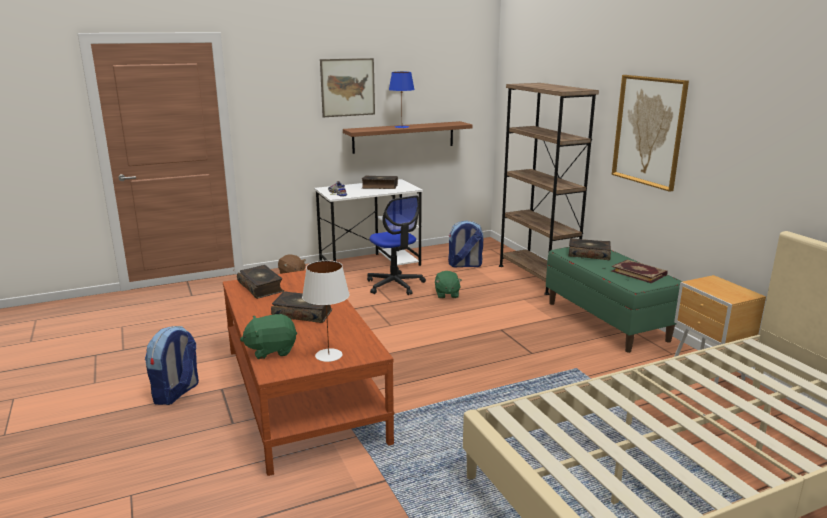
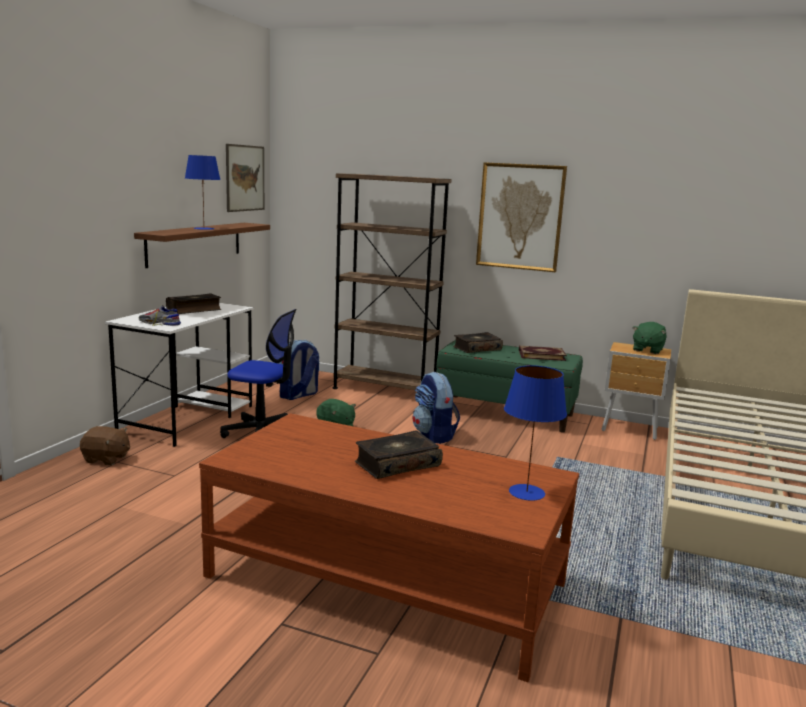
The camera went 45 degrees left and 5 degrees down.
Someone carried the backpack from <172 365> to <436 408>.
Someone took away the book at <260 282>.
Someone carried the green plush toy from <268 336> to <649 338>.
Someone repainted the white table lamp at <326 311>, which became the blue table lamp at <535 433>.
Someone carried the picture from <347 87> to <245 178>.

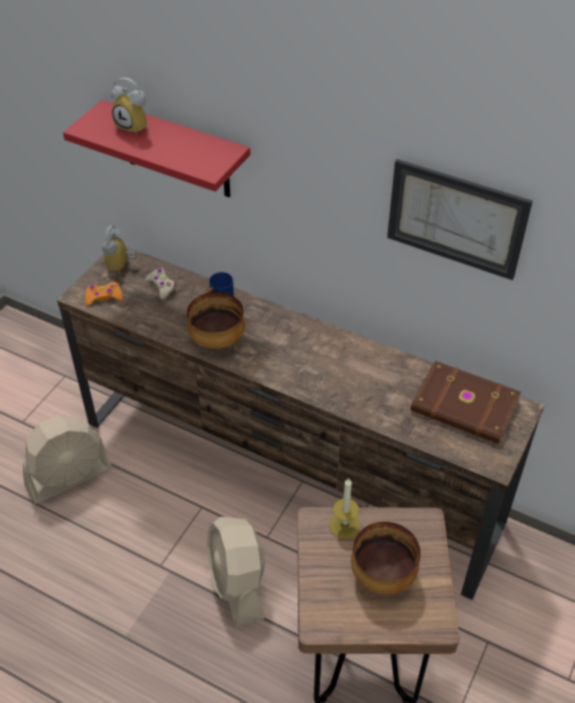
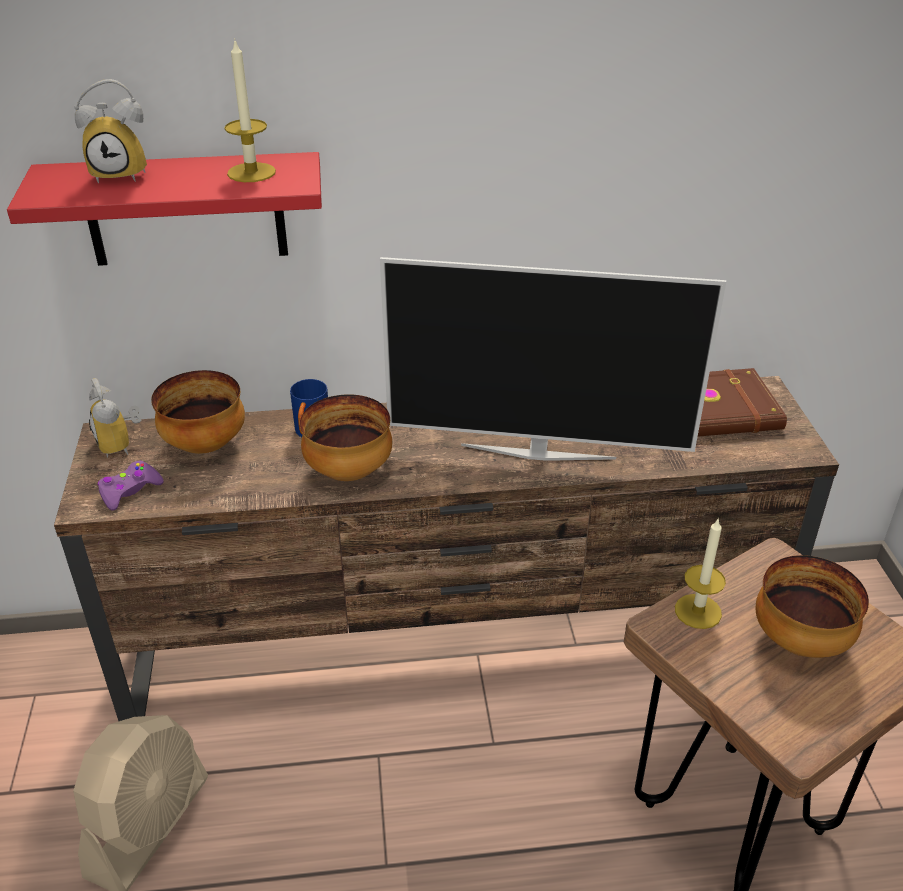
The camera went 35 degrees left and 10 degrees down.
Someone repainted the orange game controller at <104 294>, which became the purple game controller at <131 486>.
Someone swapped the beige game controller at <160 284> for the bowl at <198 412>.
Someone took away the beige fan at <236 572>.
Someone took away the picture at <460 219>.
Someone put down the candle at <250 110>.
Someone put down the television at <553 359>.

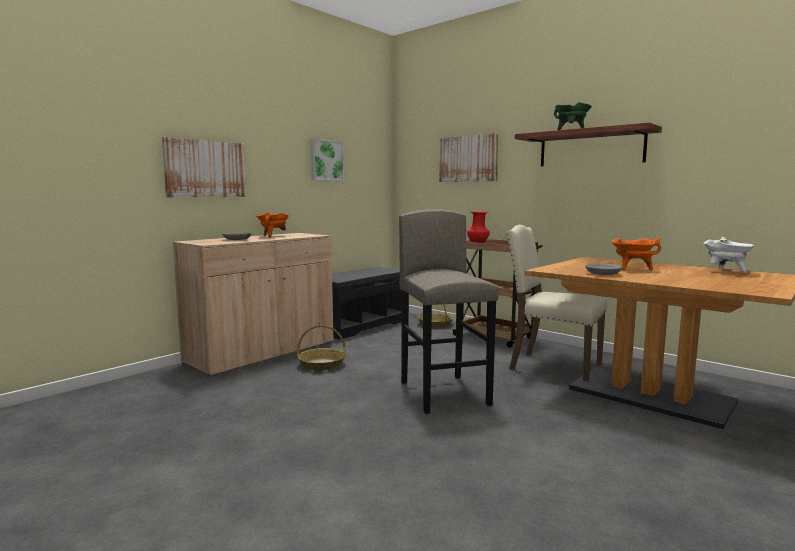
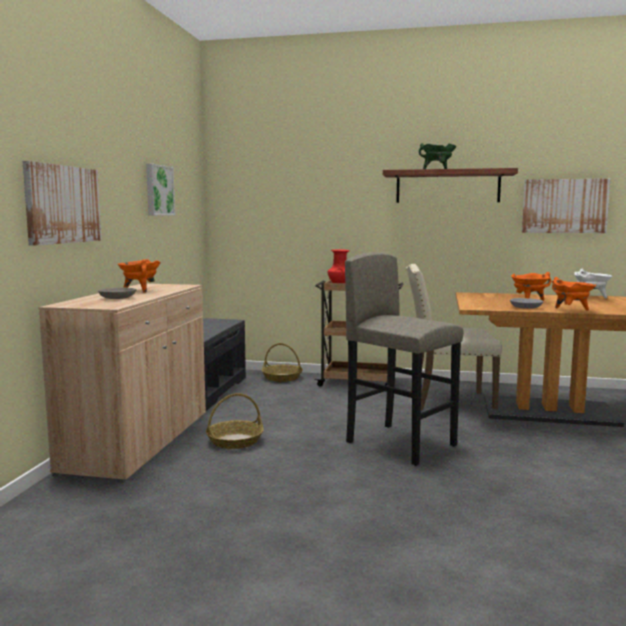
The camera went 30 degrees left and 0 degrees up.
Someone carried the picture from <469 157> to <566 206>.
Someone put down the orange cooking pot at <574 294>.

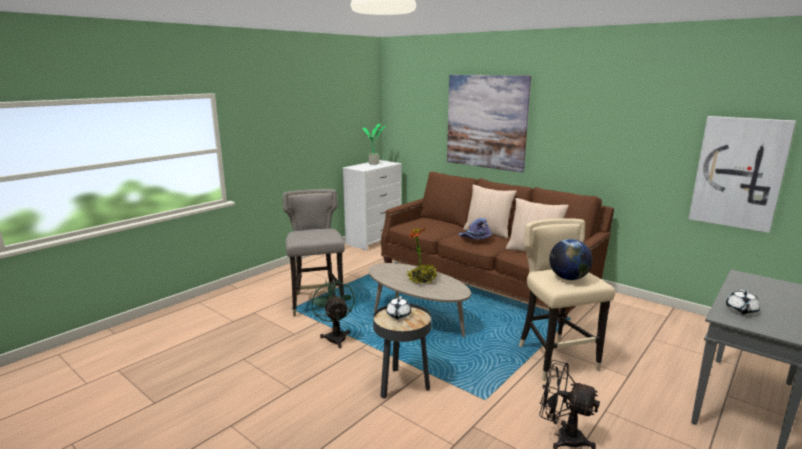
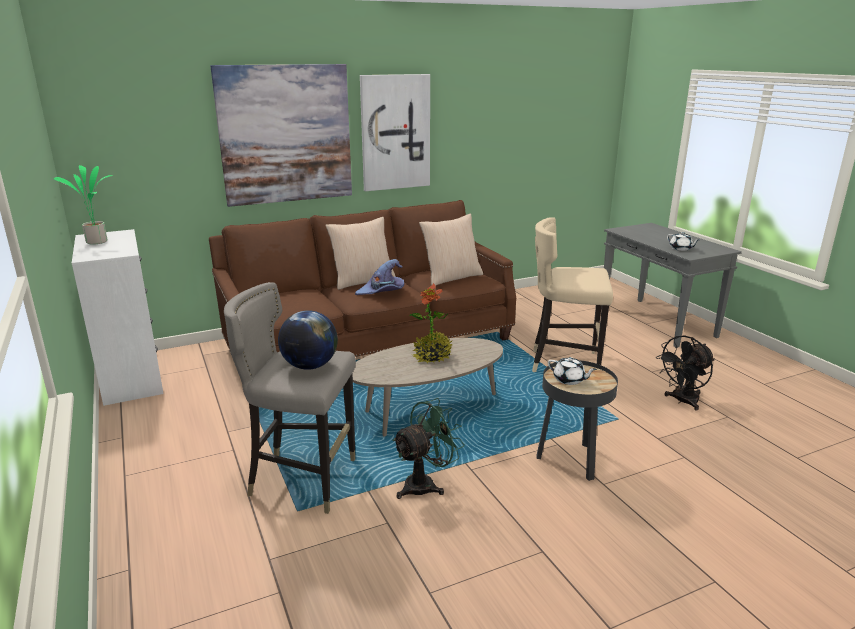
The camera went 65 degrees left and 5 degrees up.
Someone rotated the green fan at <333 313> by 135 degrees clockwise.
Someone carried the globe from <571 259> to <308 340>.
Someone carried the picture from <742 174> to <395 132>.

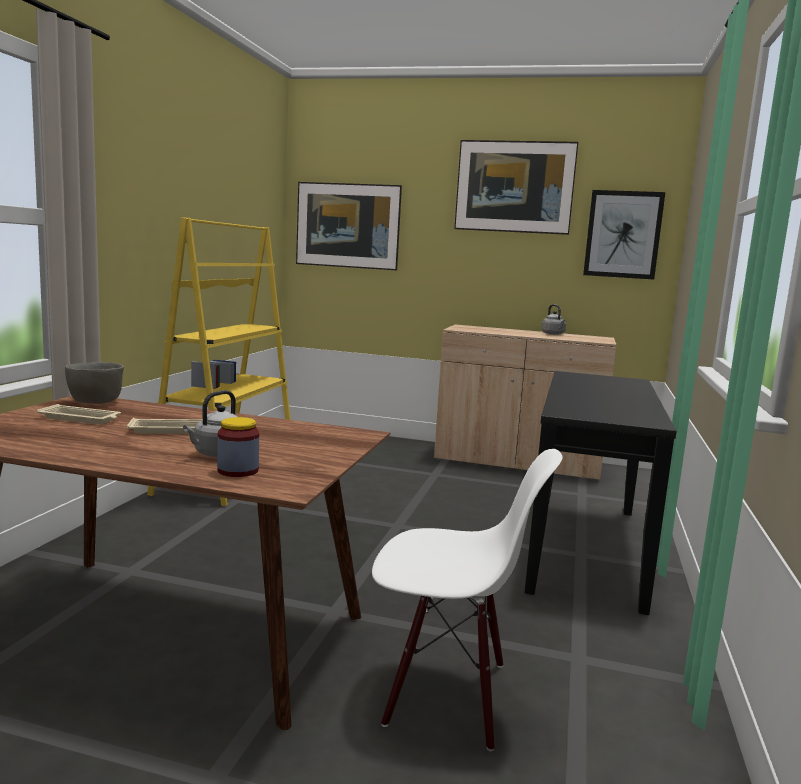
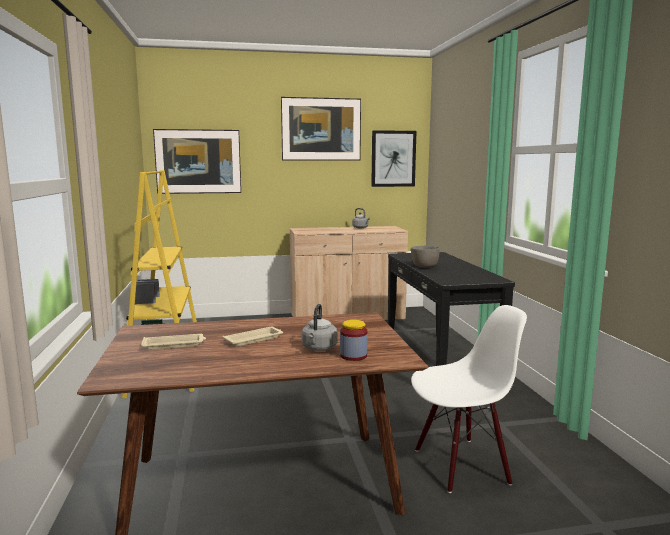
The camera went 25 degrees left and 0 degrees up.
Someone carried the grey bowl from <94 383> to <425 256>.

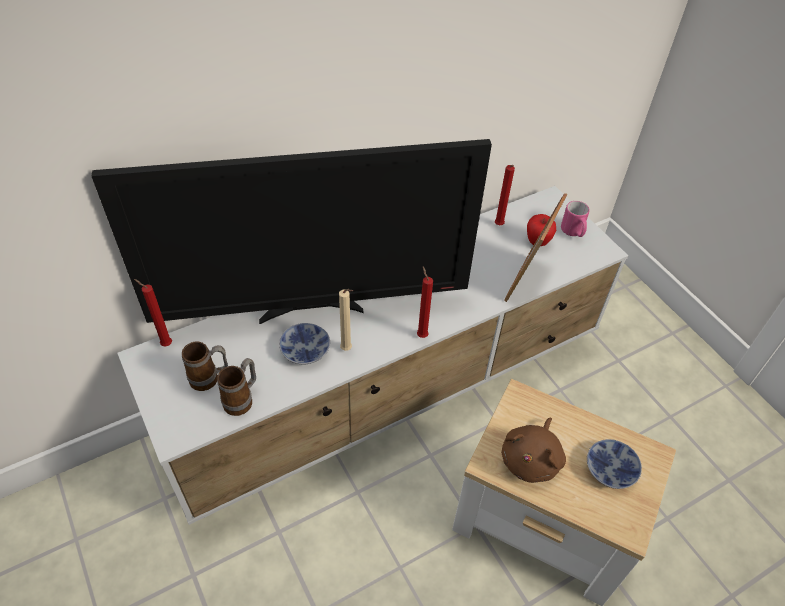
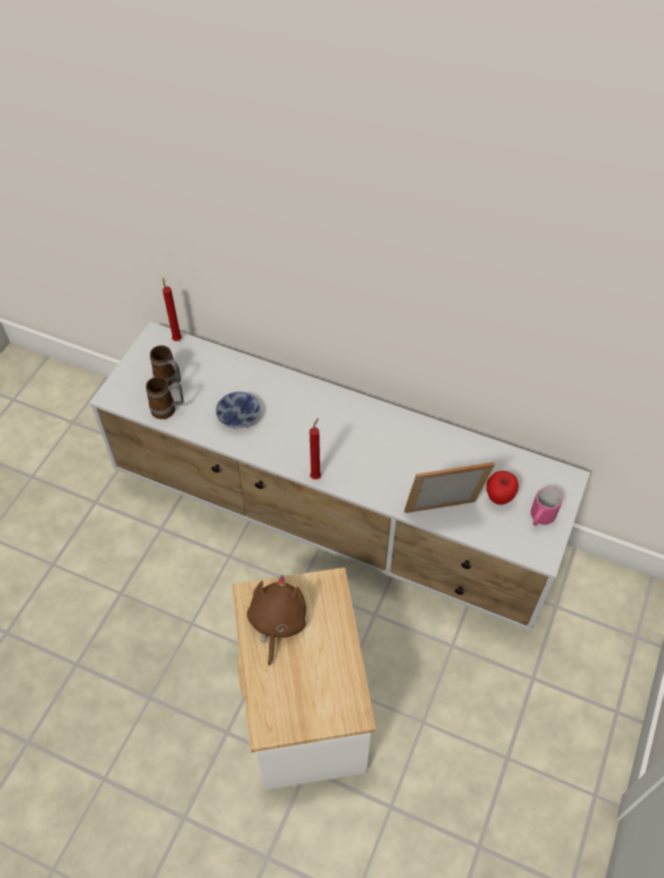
The camera went 55 degrees right and 5 degrees up.
Someone took away the television at <291 231>.
Someone took away the beige candle at <346 320>.
Someone took away the red candle at <505 195>.
Someone rotated the brown plush toy at <533 450> by 105 degrees clockwise.
Someone took away the bowl at <614 464>.

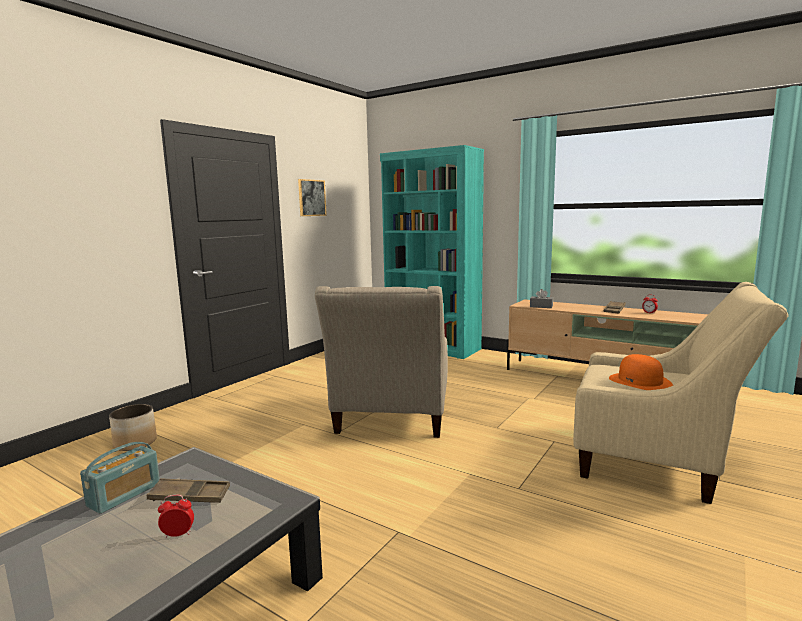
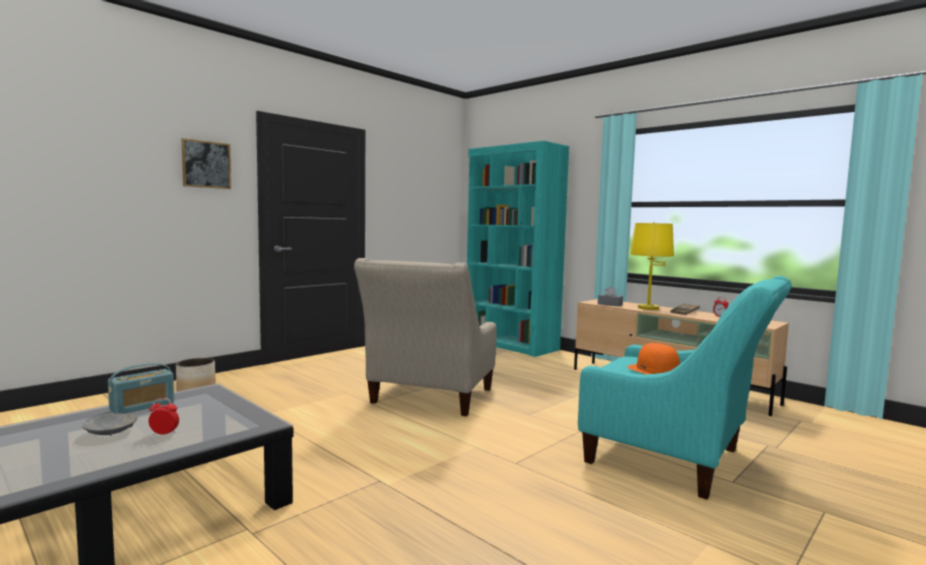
The camera went 10 degrees right and 5 degrees down.
Someone took away the brown tray at <188 490>.
Someone carried the picture from <312 197> to <206 163>.
Someone repainted the beige armchair at <681 393>, which became the turquoise armchair at <685 387>.
Someone put down the grey bowl at <109 424>.
Someone put down the yellow table lamp at <652 266>.

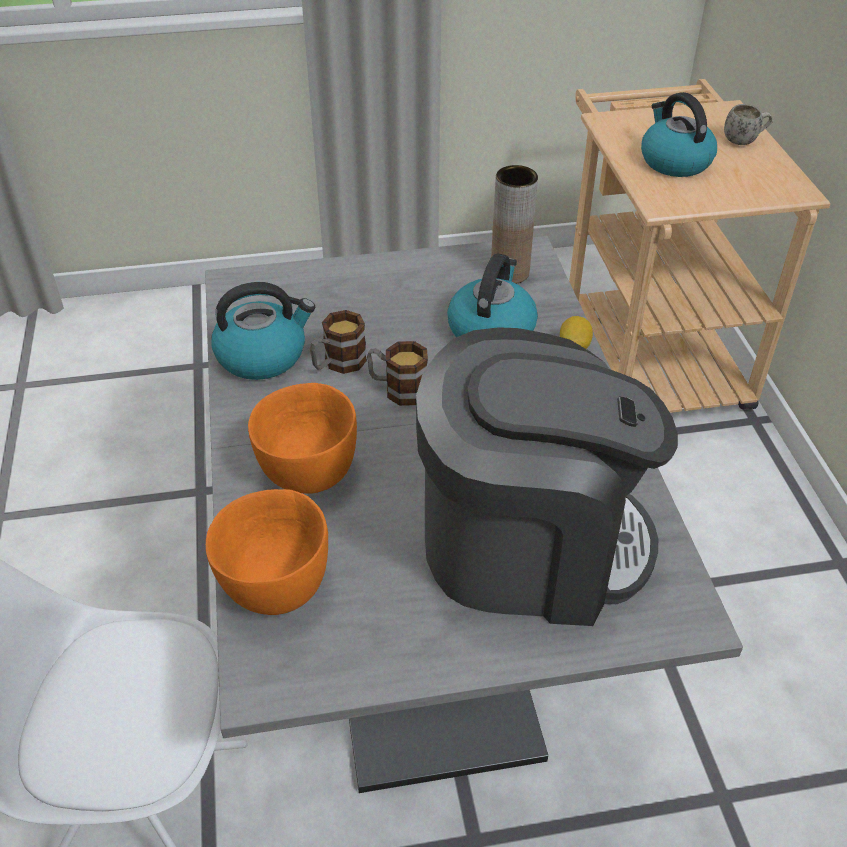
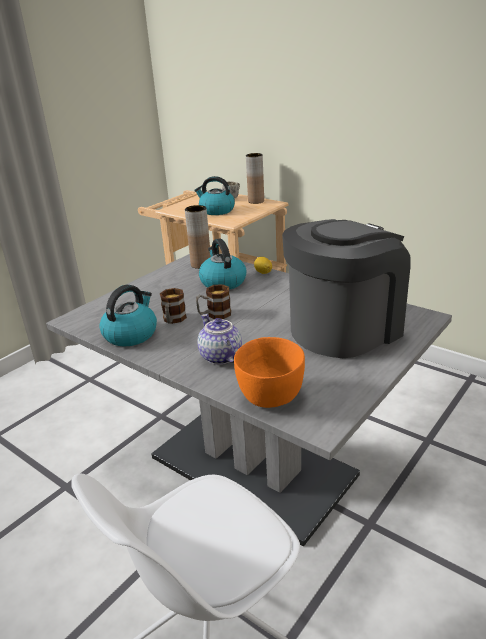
The camera went 40 degrees left and 15 degrees down.
Someone swapped the orange bowl at <302 438> for the teapot at <219 339>.
Someone put down the brown vase at <255 178>.

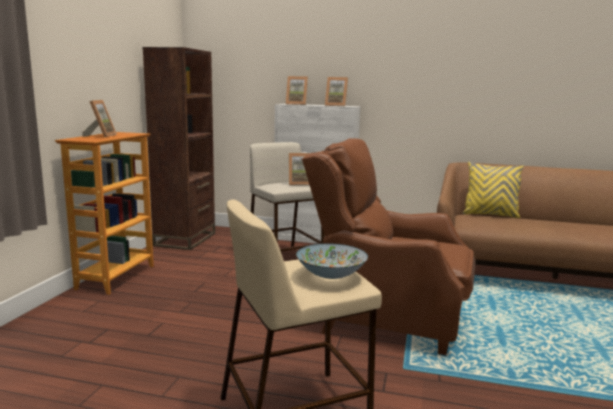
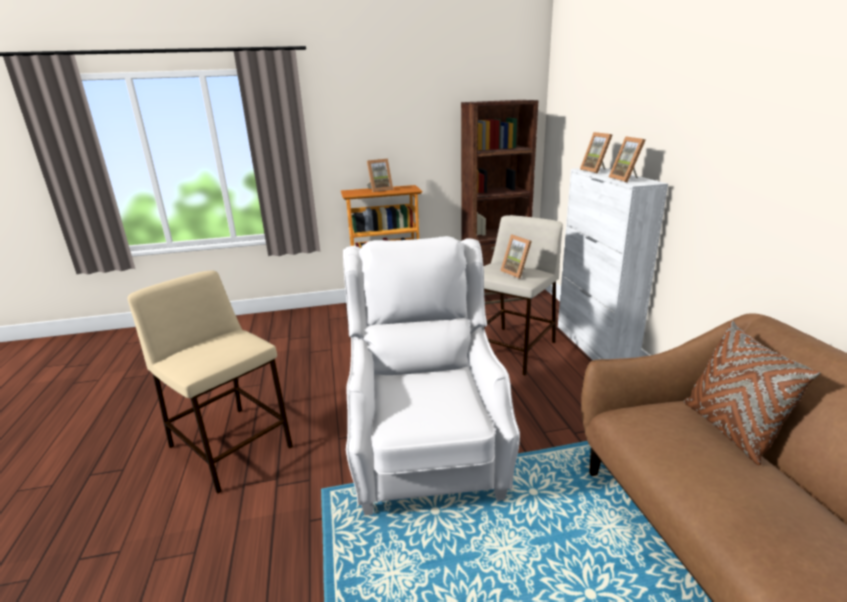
The camera went 65 degrees right and 10 degrees up.
Someone took away the bowl at <332 261>.
Someone repainted the brown armchair at <389 246>, which became the white armchair at <431 375>.
Someone repainted the yellow pillow at <493 190>, which became the brown pillow at <752 393>.

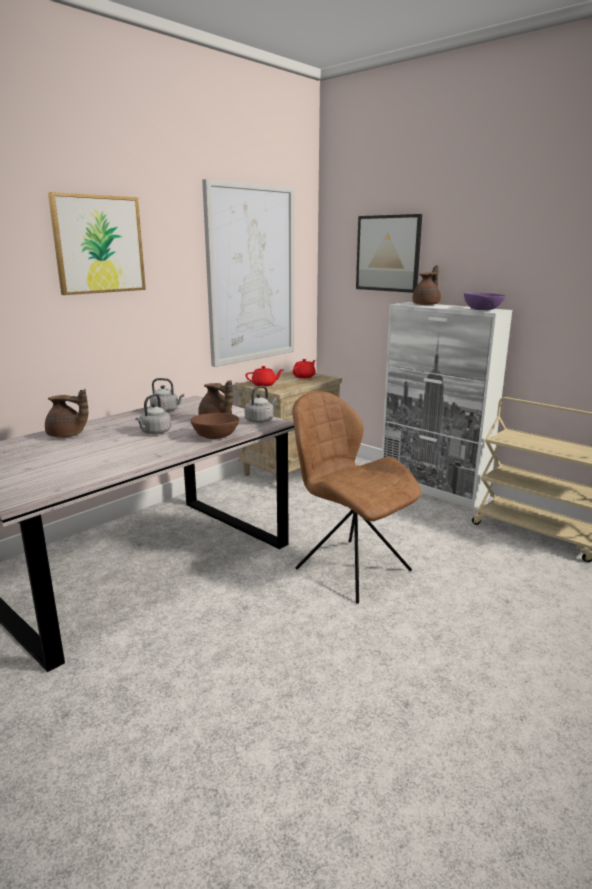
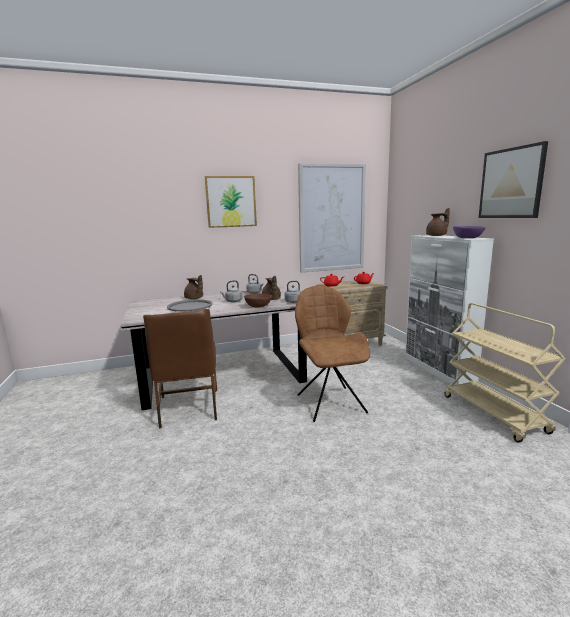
The camera went 30 degrees right and 5 degrees down.
Someone carried the picture from <389 253> to <513 179>.
Someone put down the brown chair at <180 368>.
Someone put down the grey tray at <190 305>.

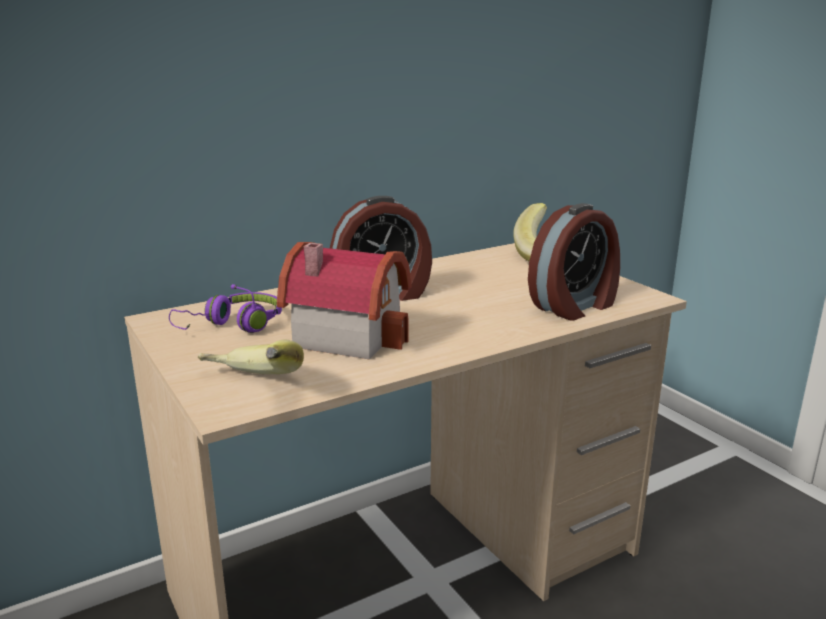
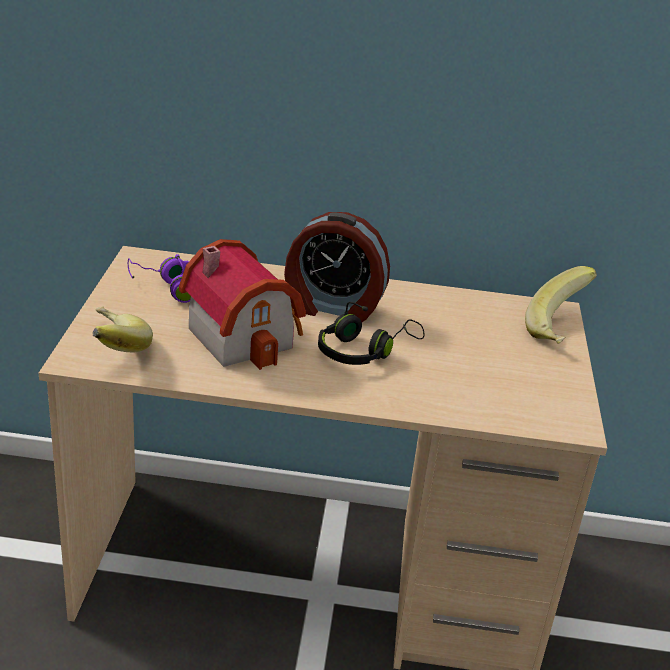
The camera went 35 degrees right and 10 degrees up.
Someone took away the alarm clock at <574 262>.
Someone put down the black headphones at <371 333>.

